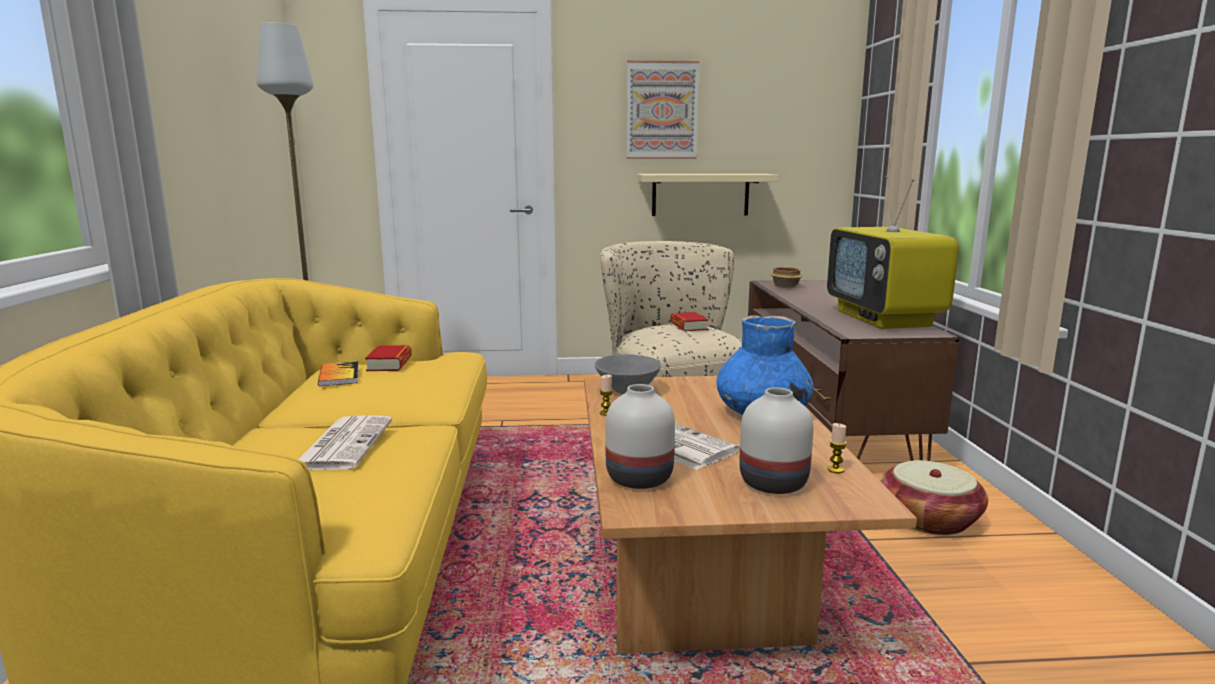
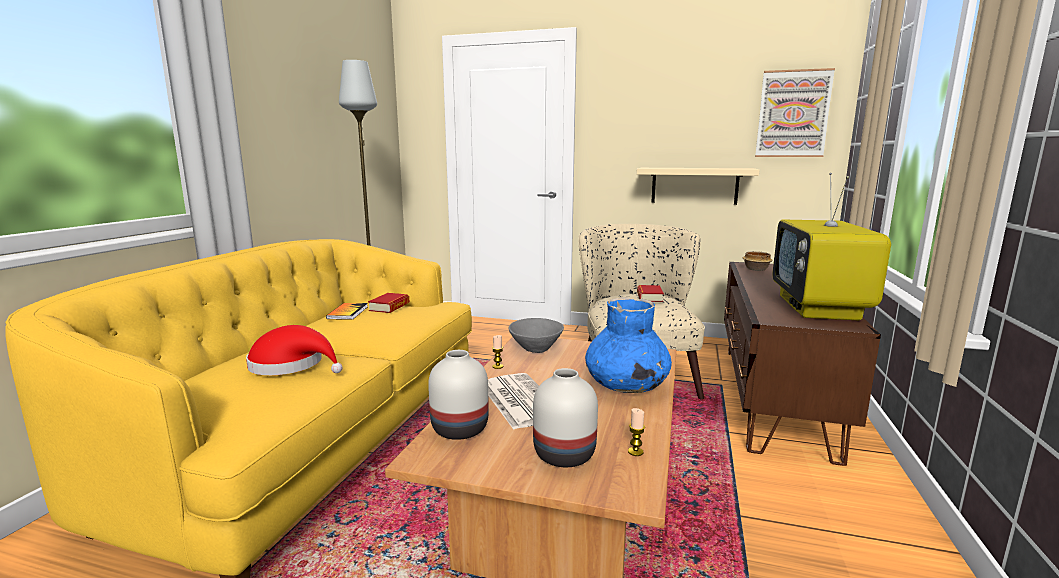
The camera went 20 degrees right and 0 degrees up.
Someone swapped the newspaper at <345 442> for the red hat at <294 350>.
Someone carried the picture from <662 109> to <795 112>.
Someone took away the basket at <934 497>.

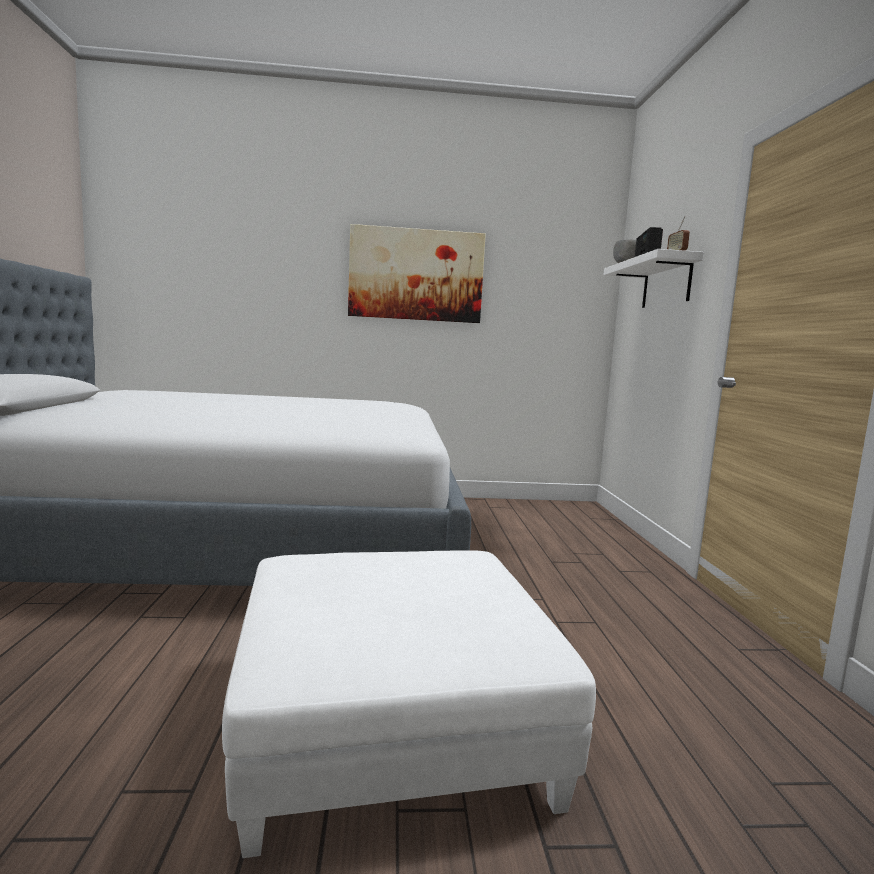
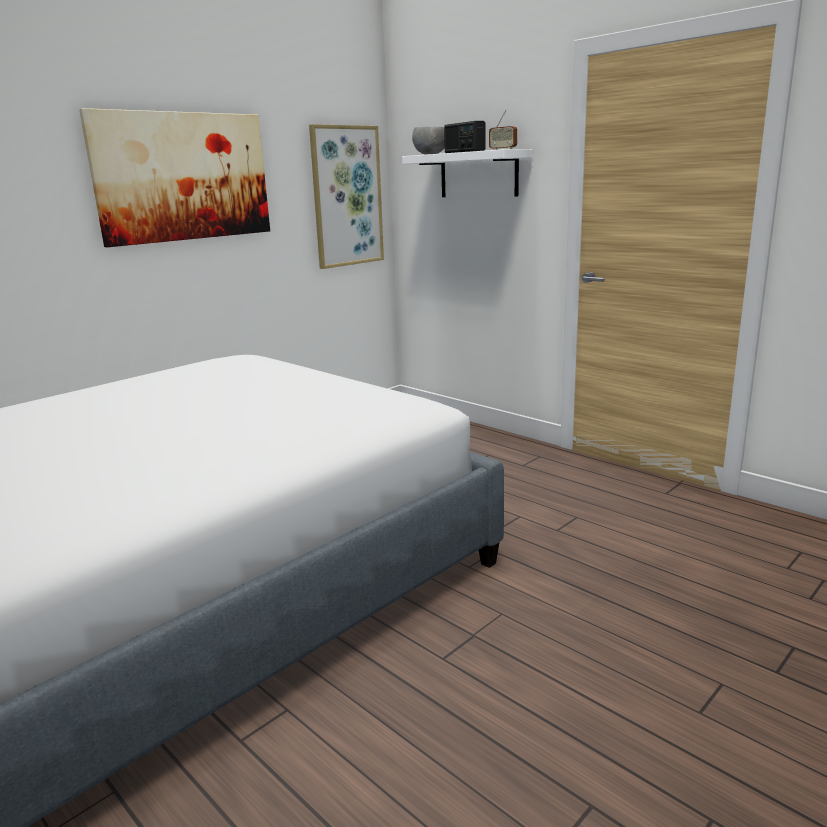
The camera went 40 degrees left and 10 degrees up.
Someone took away the white ottoman at <409 704>.
Someone put up the picture at <346 196>.

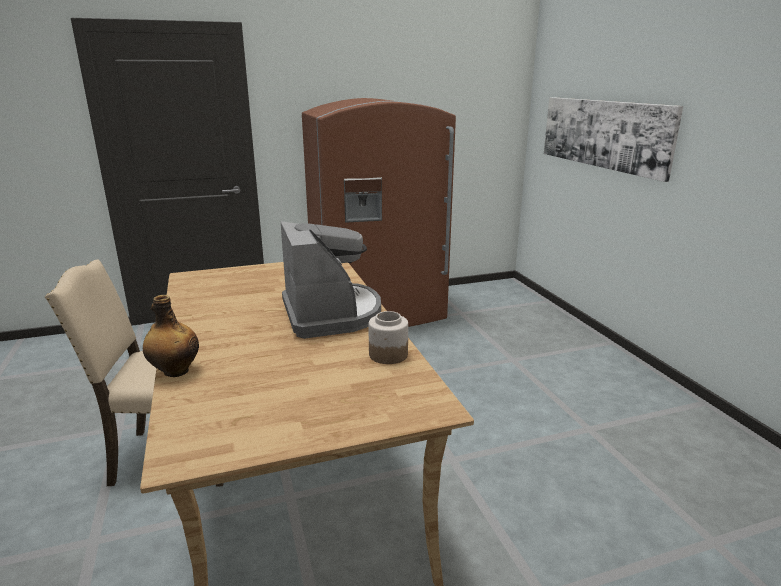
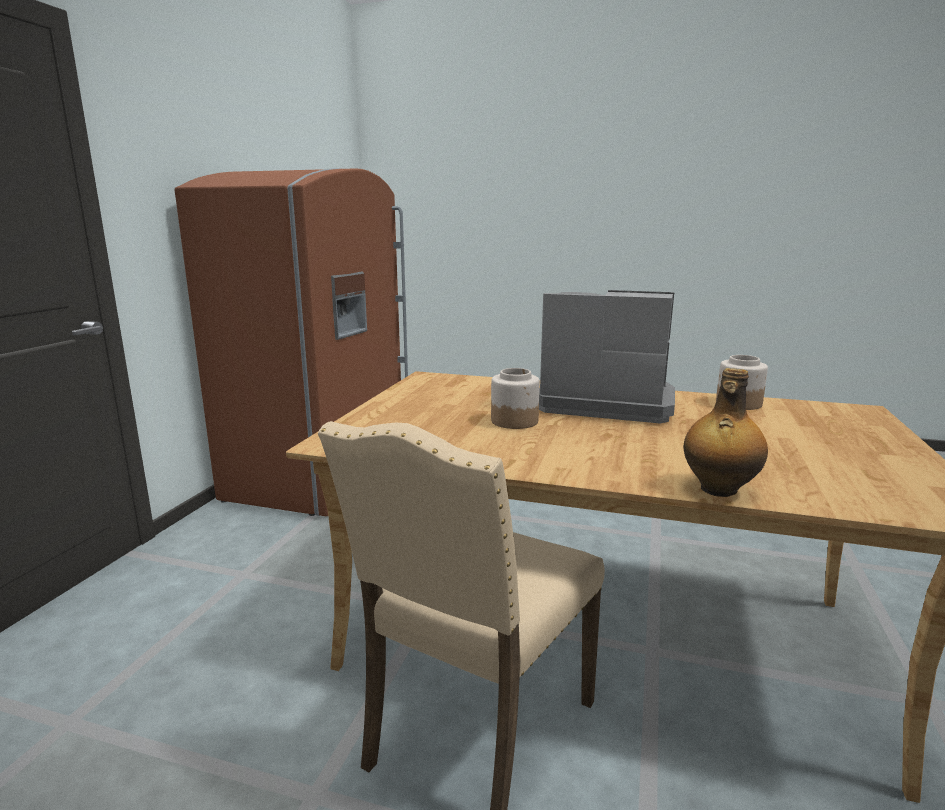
The camera went 55 degrees left and 5 degrees down.
Someone took away the picture at <613 139>.
Someone put down the jar at <515 398>.

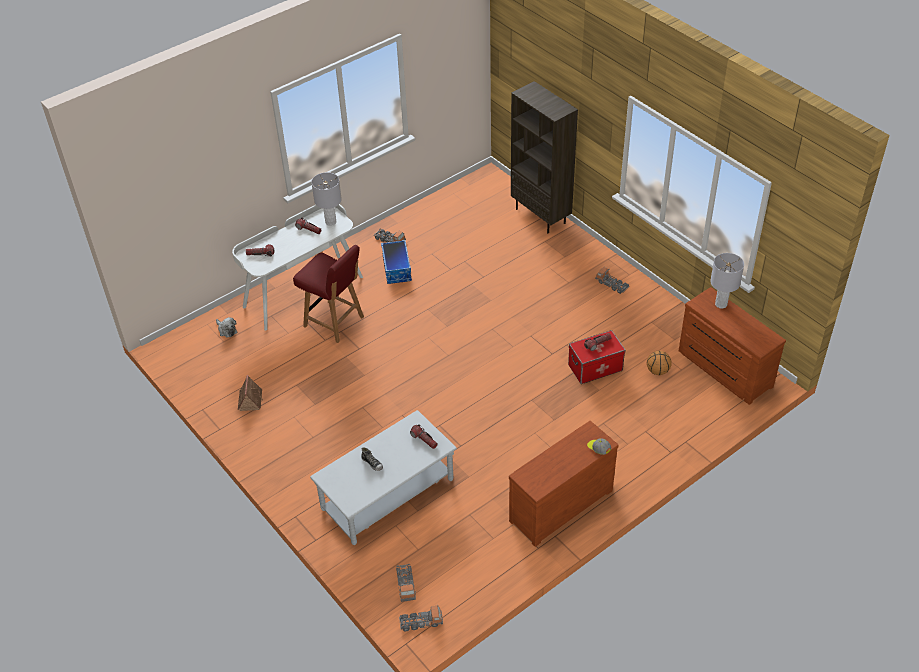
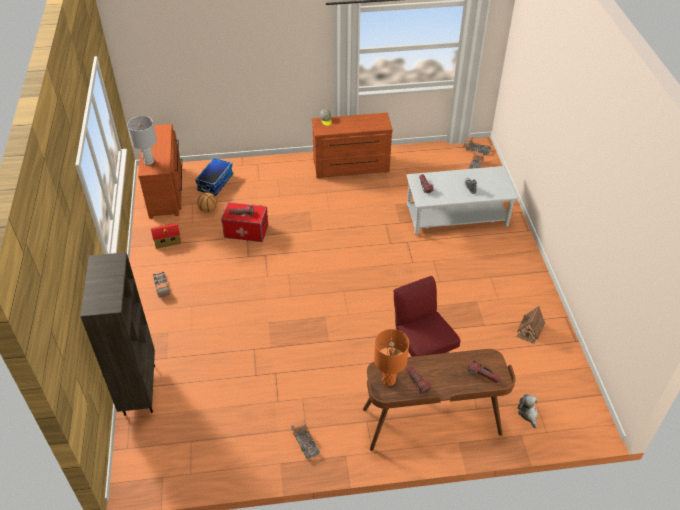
The camera went 150 degrees left and 0 degrees up.
Someone repainted the white desk at <297 267>, which became the brown desk at <439 400>.
Someone repainted the grey table lamp at <326 199>, which became the orange table lamp at <391 357>.
Someone carried the storage box from <396 262> to <214 176>.
Someone put down the toy house at <166 236>.

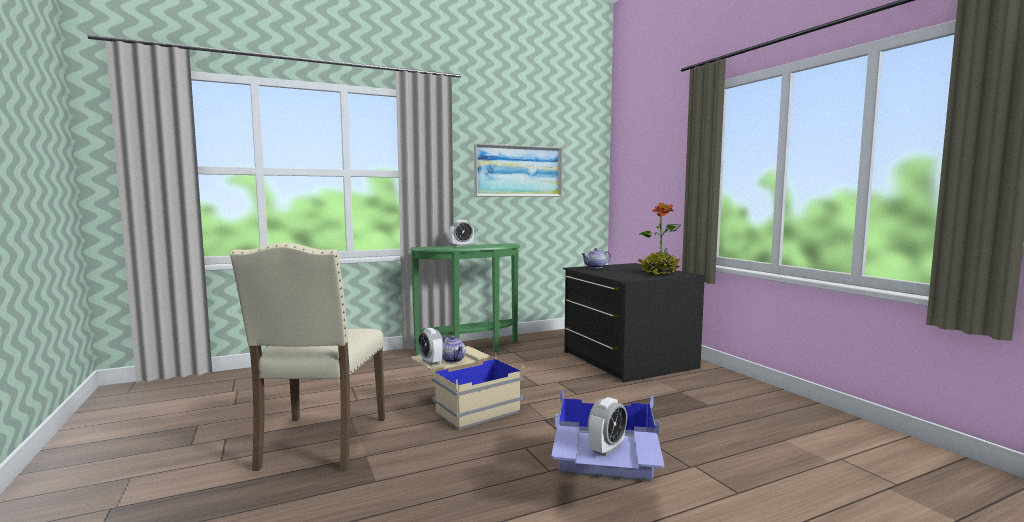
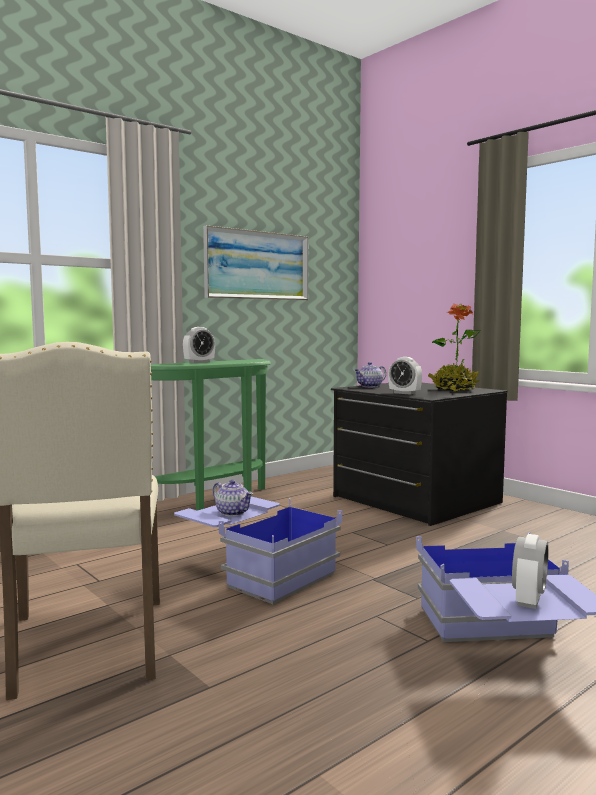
The camera went 15 degrees left and 0 degrees up.
Someone repainted the beige storage box at <468 388>, which became the blue storage box at <258 550>.
Someone carried the alarm clock from <430 347> to <405 376>.

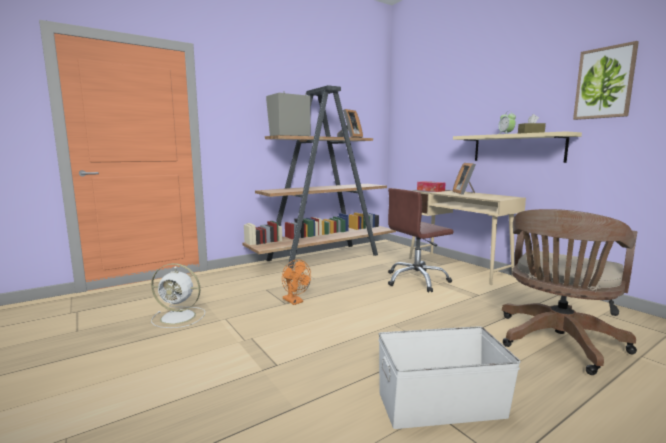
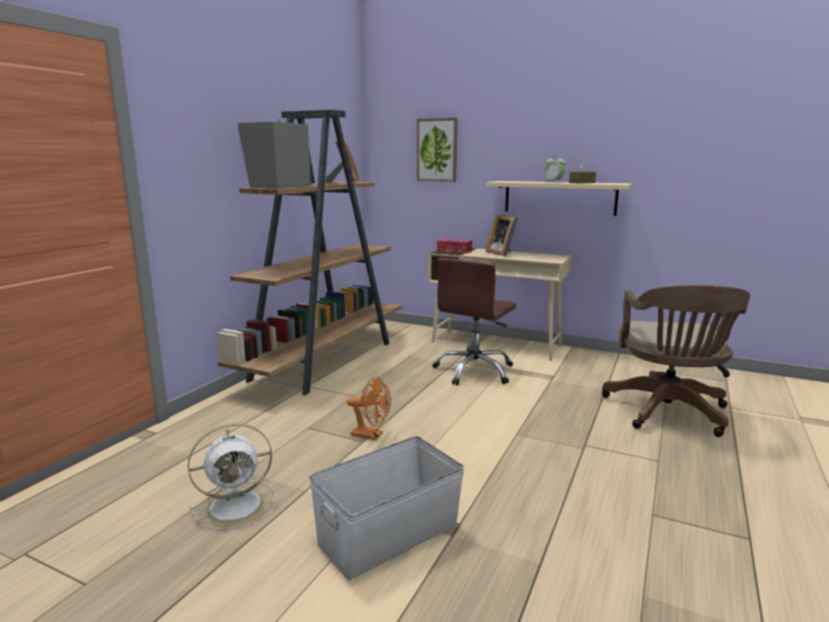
The camera went 30 degrees left and 5 degrees up.
Someone carried the white storage box from <449 377> to <387 508>.
Someone carried the picture from <606 80> to <437 150>.

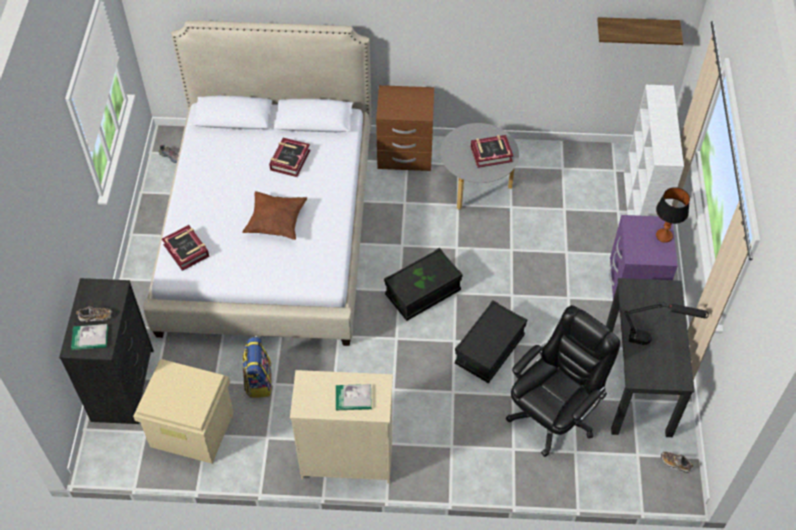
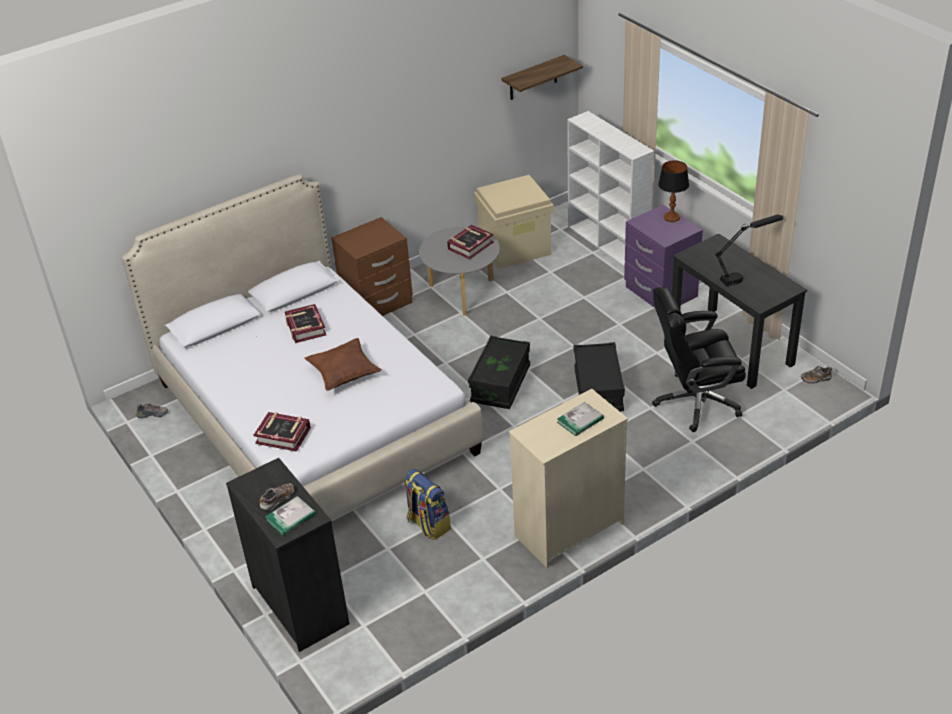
The camera went 35 degrees left and 15 degrees down.
Someone carried the beige storage box from <183 411> to <514 222>.
Someone rotated the black office chair at <563 381> by 105 degrees counterclockwise.

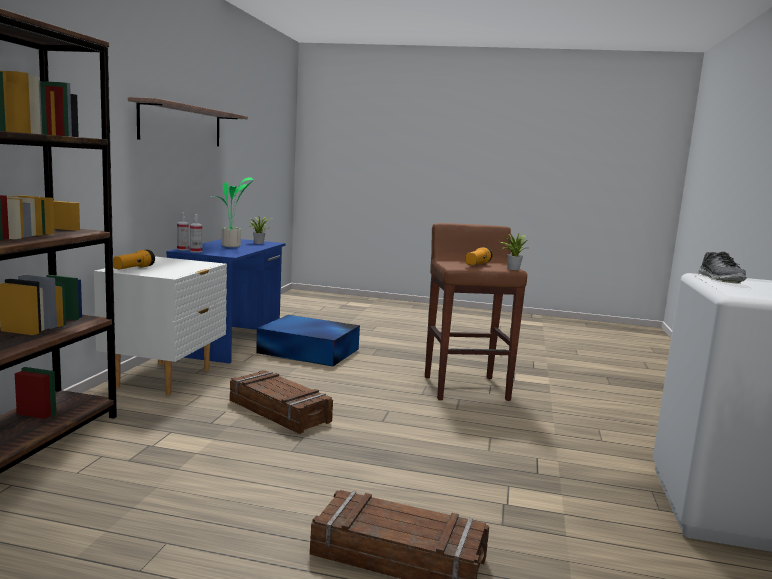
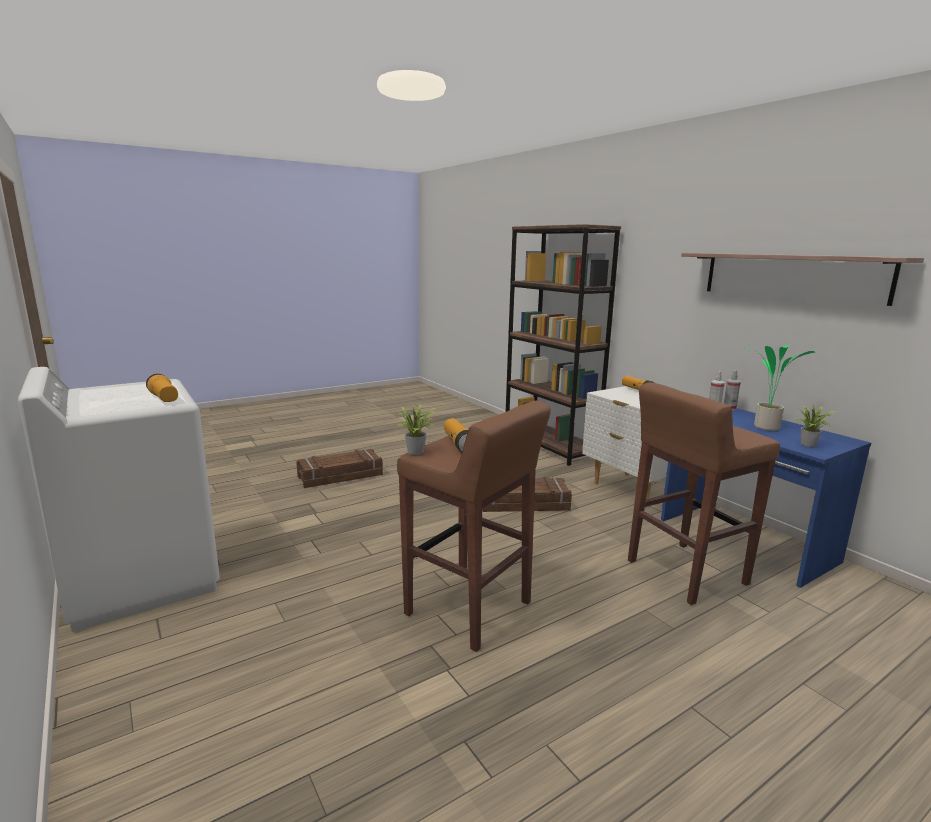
The camera went 135 degrees right and 5 degrees up.
Someone swapped the blue storage box at <308 340> for the brown stool at <704 493>.
Someone swapped the shoe at <722 268> for the flashlight at <162 388>.

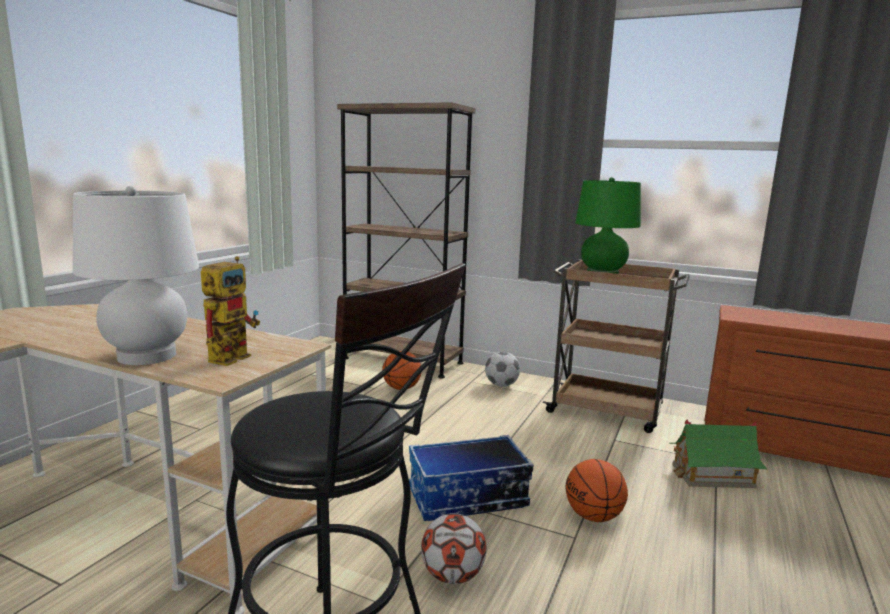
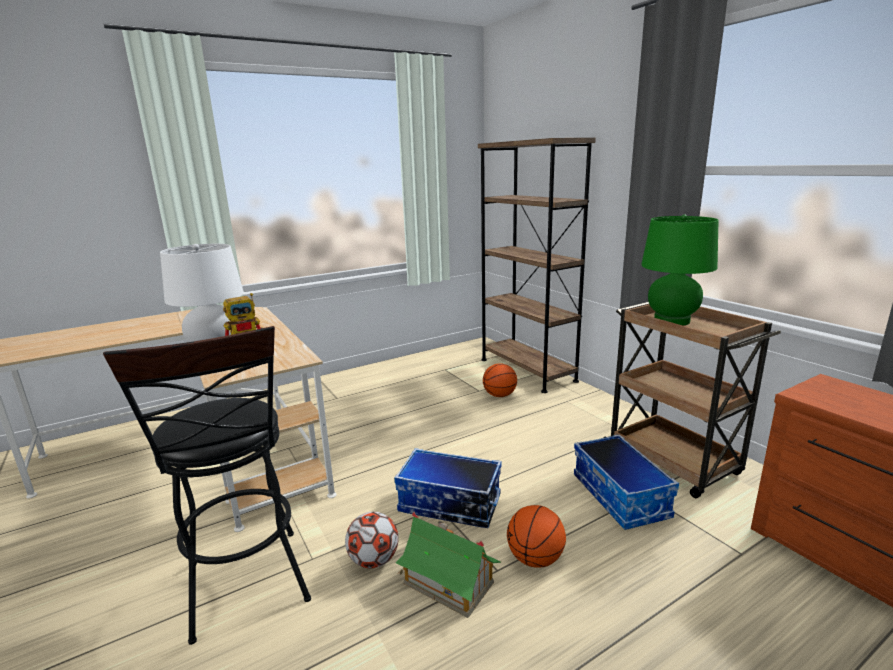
The camera went 35 degrees right and 5 degrees up.
Someone took away the football at <502 369>.
Someone carried the toy house from <718 453> to <448 565>.
Someone put down the storage box at <626 482>.

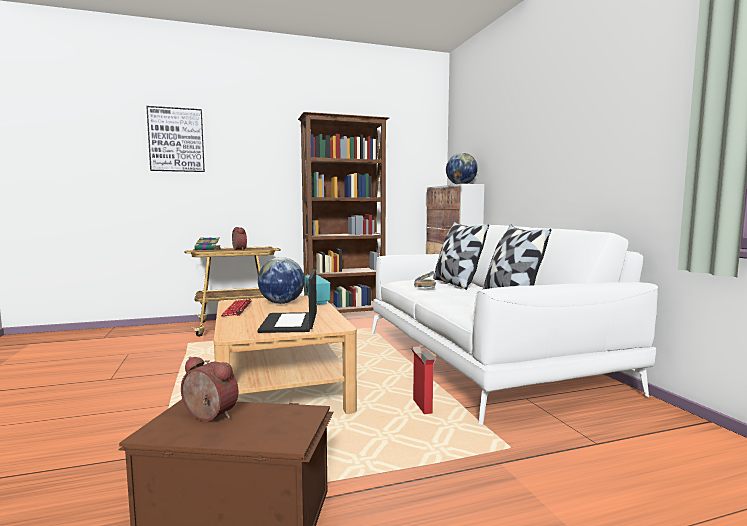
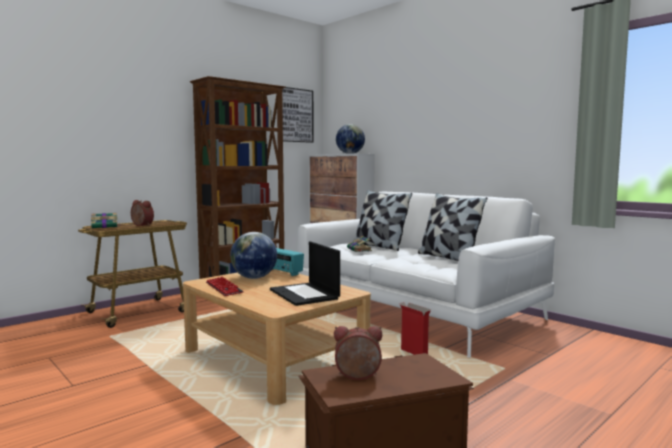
The camera went 25 degrees left and 0 degrees up.
Someone carried the picture from <175 139> to <298 115>.

